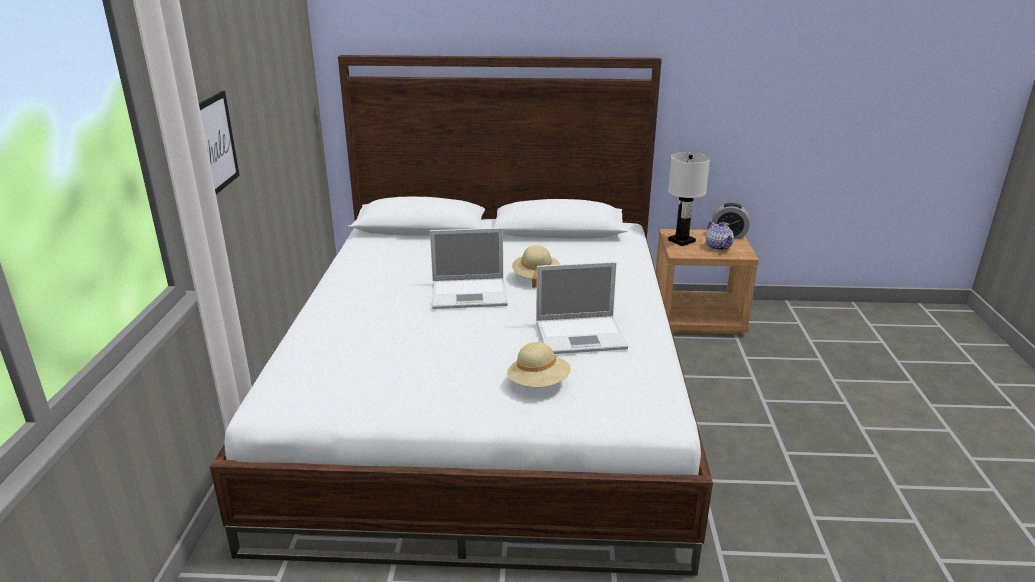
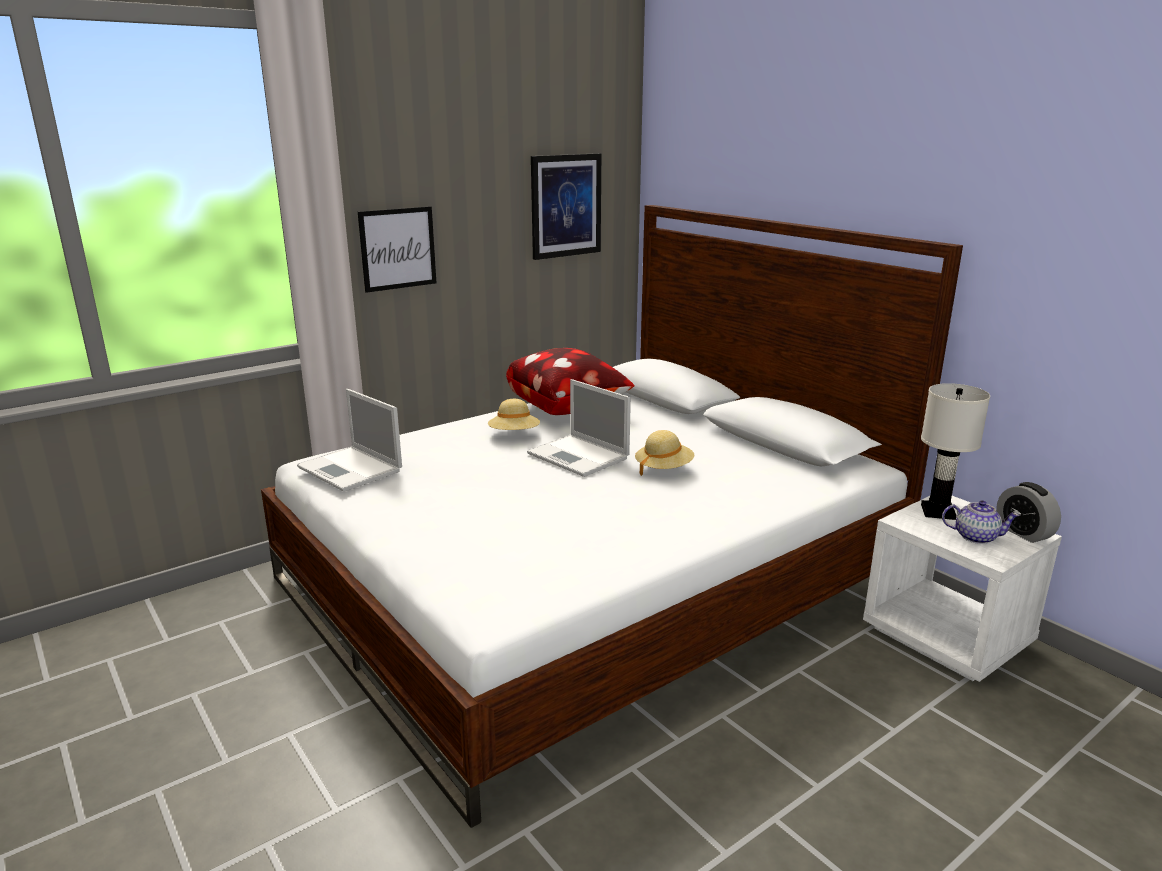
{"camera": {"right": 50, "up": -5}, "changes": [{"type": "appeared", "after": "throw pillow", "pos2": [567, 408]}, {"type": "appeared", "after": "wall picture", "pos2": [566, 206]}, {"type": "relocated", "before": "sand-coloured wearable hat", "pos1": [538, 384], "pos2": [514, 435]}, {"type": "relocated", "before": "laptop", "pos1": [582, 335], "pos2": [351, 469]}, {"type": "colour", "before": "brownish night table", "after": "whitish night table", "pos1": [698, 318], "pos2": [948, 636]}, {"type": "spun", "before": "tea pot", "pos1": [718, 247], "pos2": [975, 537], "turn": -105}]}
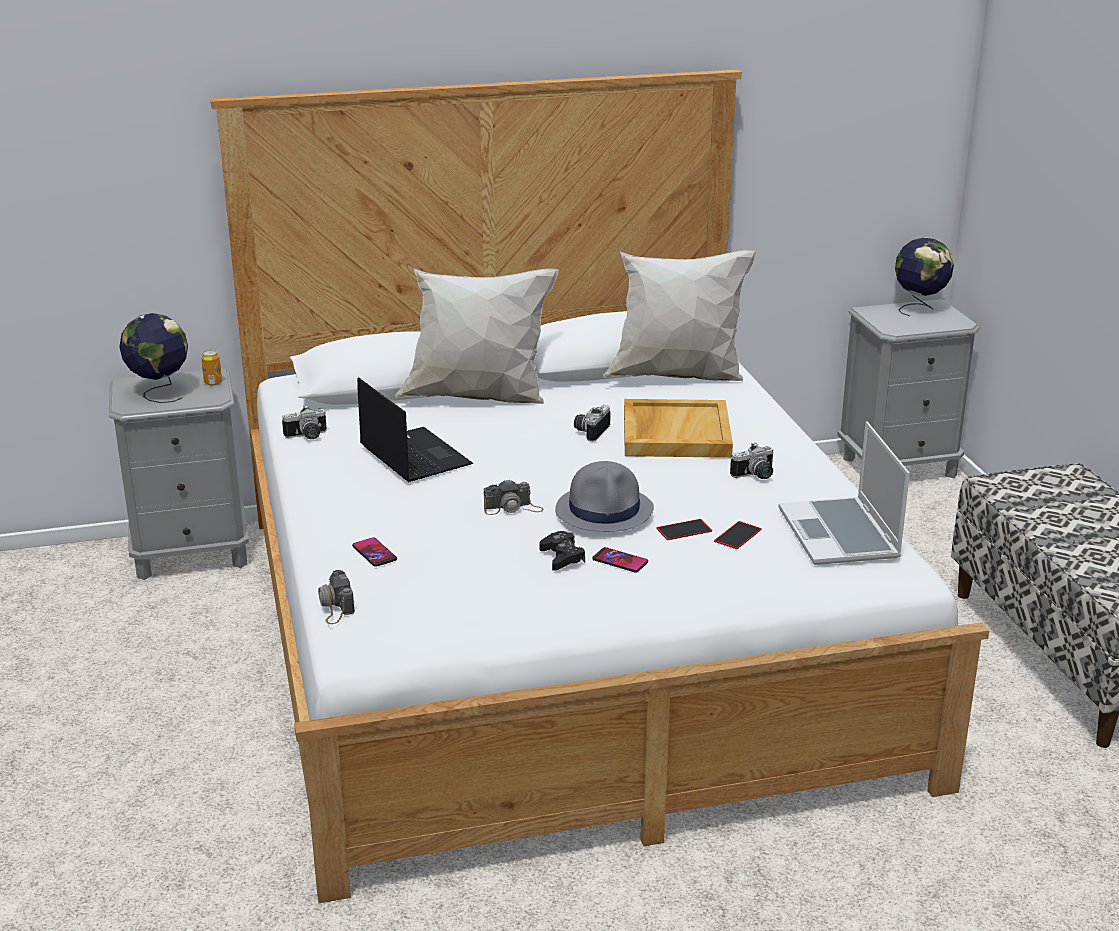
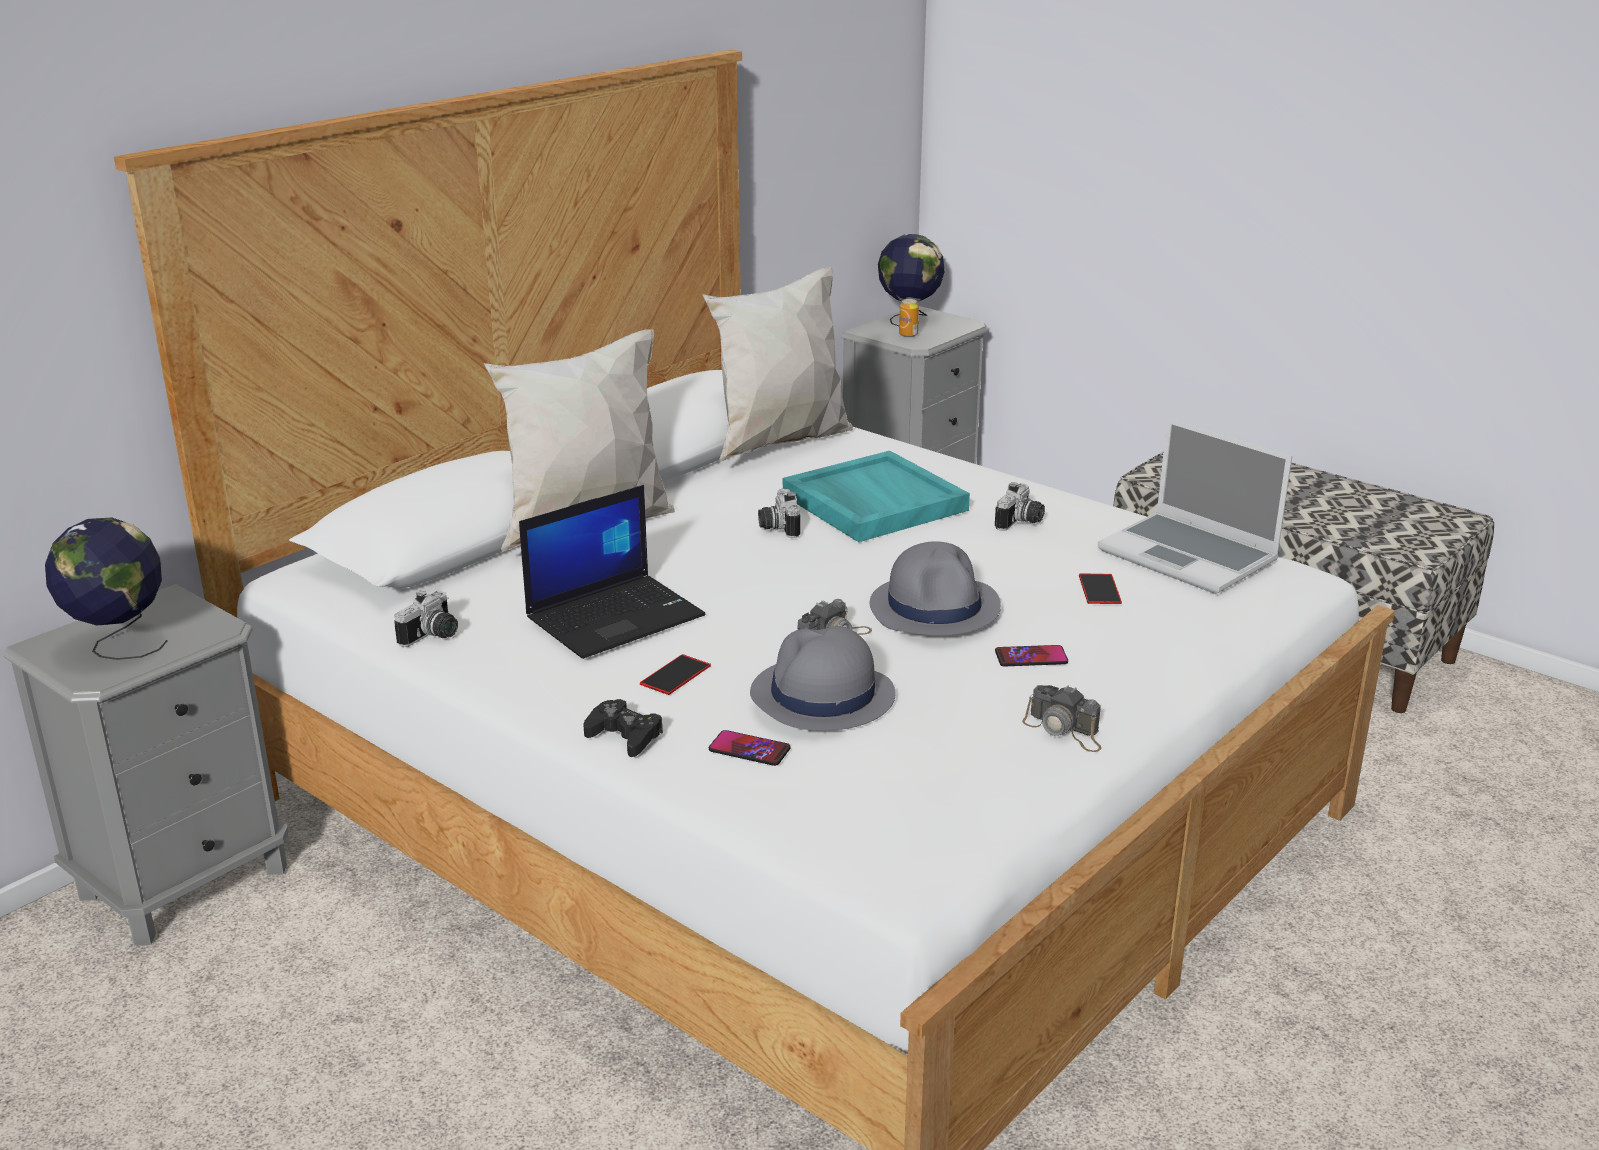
{"camera": {"right": -35, "up": 0}, "changes": [{"type": "appeared", "after": "greyish wearable hat", "pos2": [821, 696]}, {"type": "relocated", "before": "metal can", "pos1": [213, 382], "pos2": [908, 335]}, {"type": "relocated", "before": "still camera", "pos1": [335, 605], "pos2": [1065, 730]}, {"type": "relocated", "before": "black game controller", "pos1": [562, 557], "pos2": [624, 736]}, {"type": "relocated", "before": "handset", "pos1": [684, 530], "pos2": [675, 675]}, {"type": "colour", "before": "sand-coloured carrying tray", "after": "blue-green carrying tray", "pos1": [675, 433], "pos2": [872, 502]}, {"type": "spun", "before": "laptop", "pos1": [413, 455], "pos2": [616, 616], "turn": 120}]}
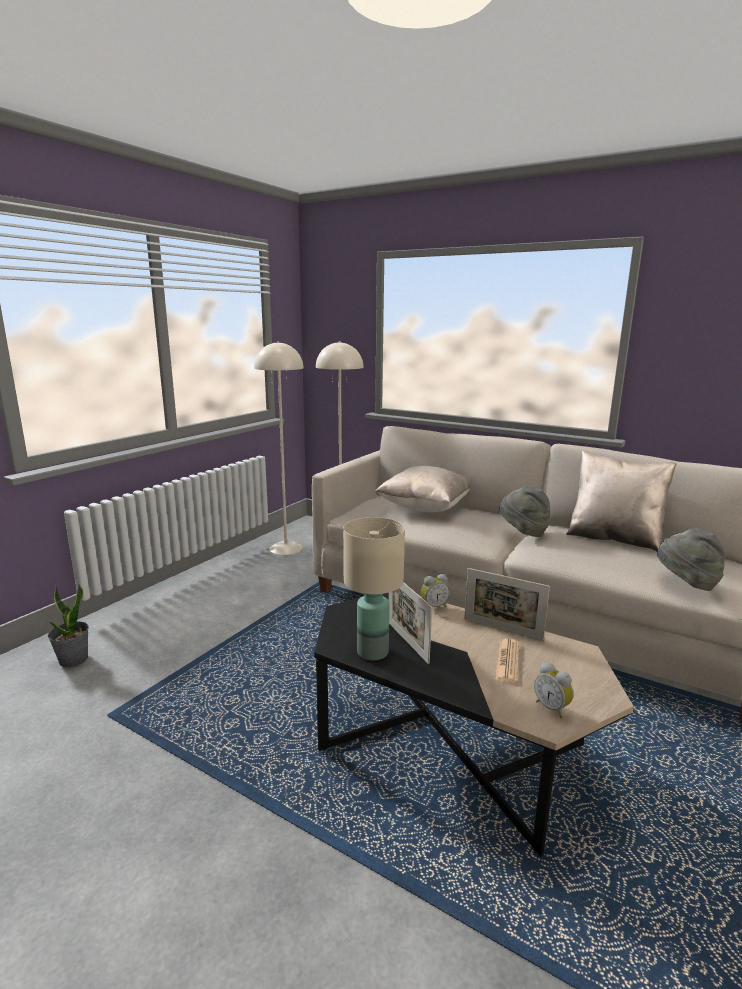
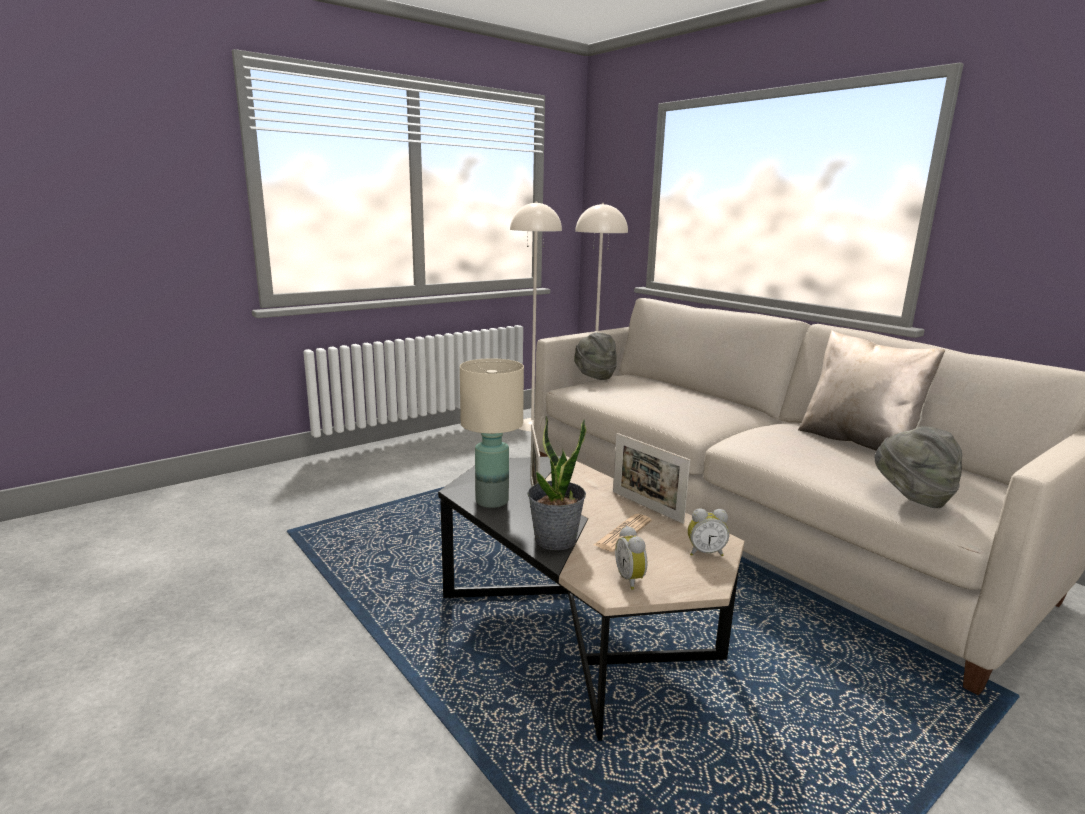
{"camera": {"right": 20, "up": 0}, "changes": [{"type": "missing", "before": "sand-coloured throw pillow", "pos1": [425, 508]}, {"type": "relocated", "before": "plant in a pot", "pos1": [73, 659], "pos2": [555, 540]}, {"type": "relocated", "before": "table clock", "pos1": [433, 606], "pos2": [705, 552]}, {"type": "relocated", "before": "greyish wearable hat", "pos1": [523, 532], "pos2": [594, 376]}]}
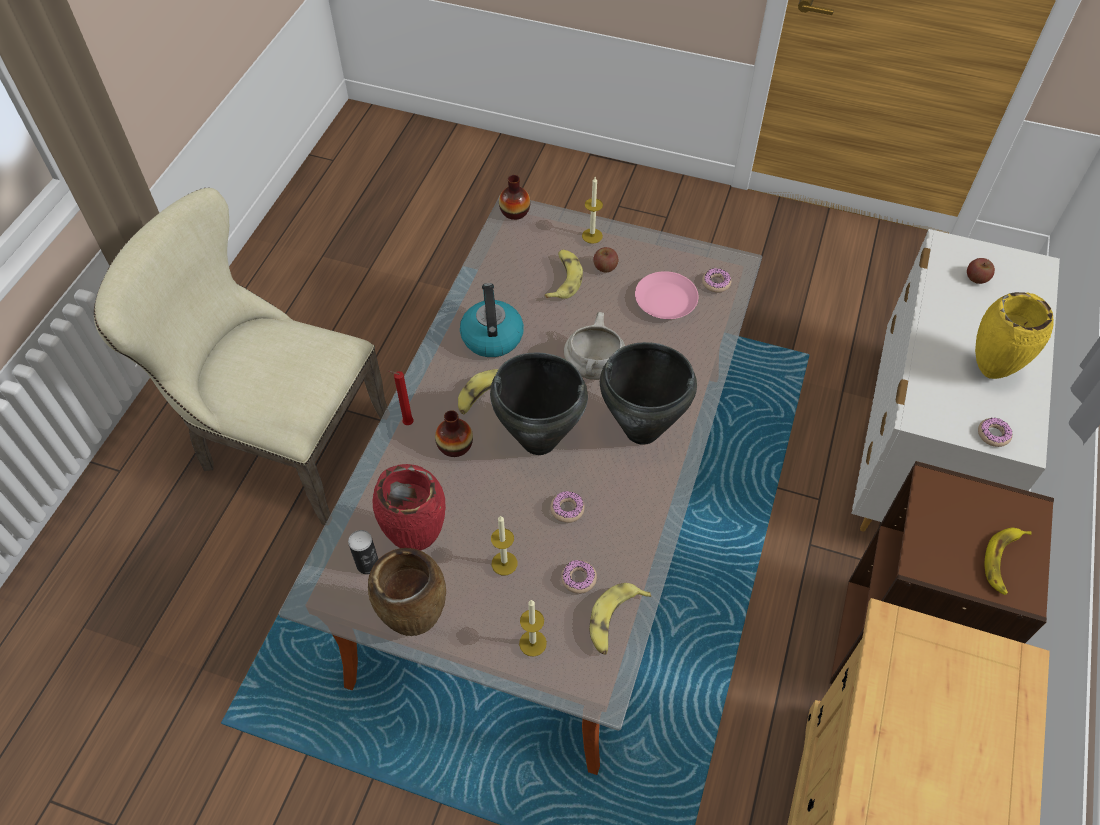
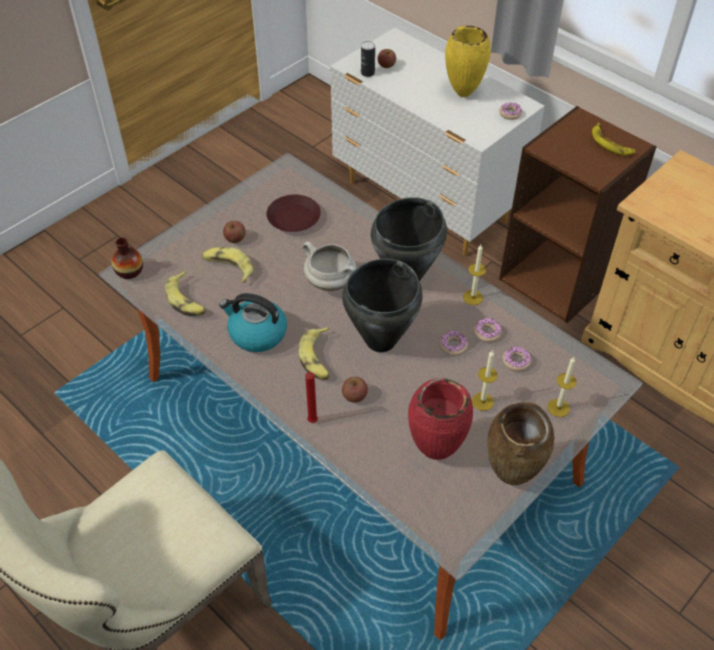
{"camera": {"right": -65, "up": -5}, "changes": [{"type": "relocated", "before": "metal can", "pos1": [367, 564], "pos2": [367, 73]}, {"type": "relocated", "before": "wax candle", "pos1": [592, 236], "pos2": [473, 297]}, {"type": "relocated", "before": "banana fruit", "pos1": [614, 621], "pos2": [187, 300]}, {"type": "relocated", "before": "ring doughnut", "pos1": [716, 283], "pos2": [487, 333]}, {"type": "exchanged", "before": "vase", "after": "apple fruit", "pos1": [455, 445], "pos2": [354, 396]}, {"type": "colour", "before": "pink-coloured plate", "after": "brownish plate", "pos1": [666, 300], "pos2": [293, 217]}]}
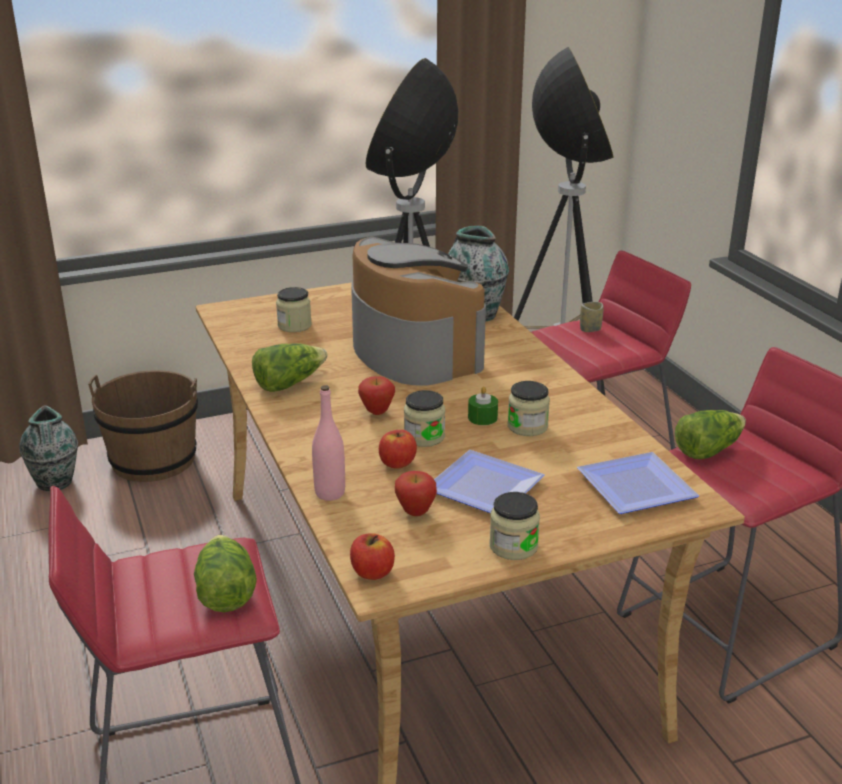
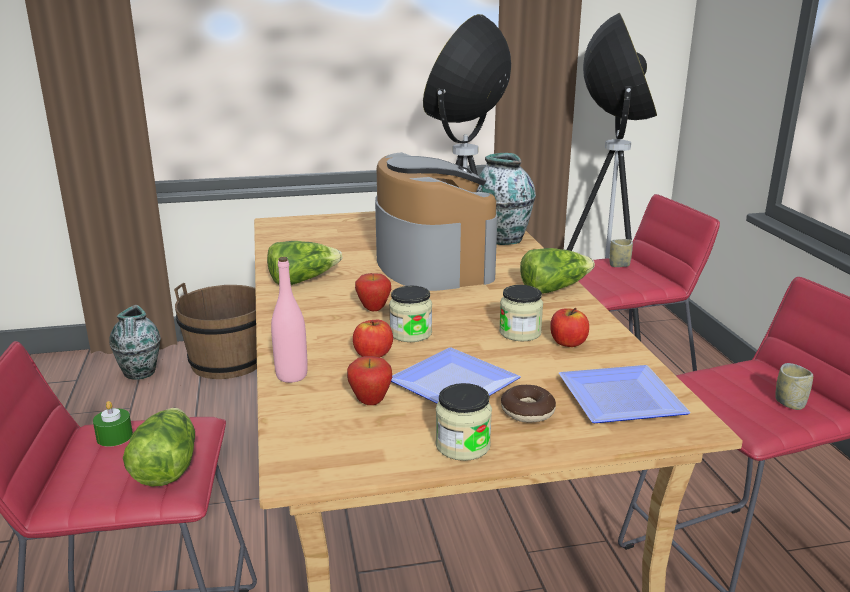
{"camera": {"right": 10, "up": -5}, "changes": [{"type": "missing", "before": "preserve jar", "pos1": [294, 325]}, {"type": "appeared", "after": "ring doughnut", "pos2": [527, 411]}, {"type": "appeared", "after": "small cup", "pos2": [790, 403]}, {"type": "relocated", "before": "apple fruit", "pos1": [372, 572], "pos2": [568, 343]}, {"type": "relocated", "before": "greenish wax candle", "pos1": [482, 418], "pos2": [114, 436]}, {"type": "relocated", "before": "head of lettuce", "pos1": [707, 450], "pos2": [554, 288]}]}
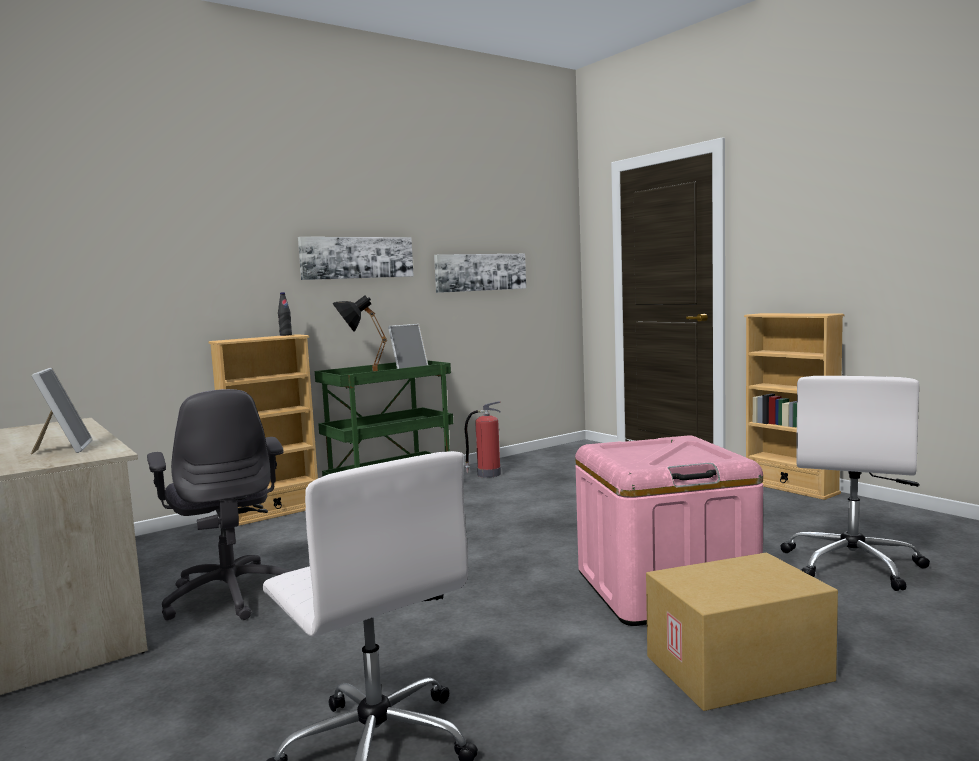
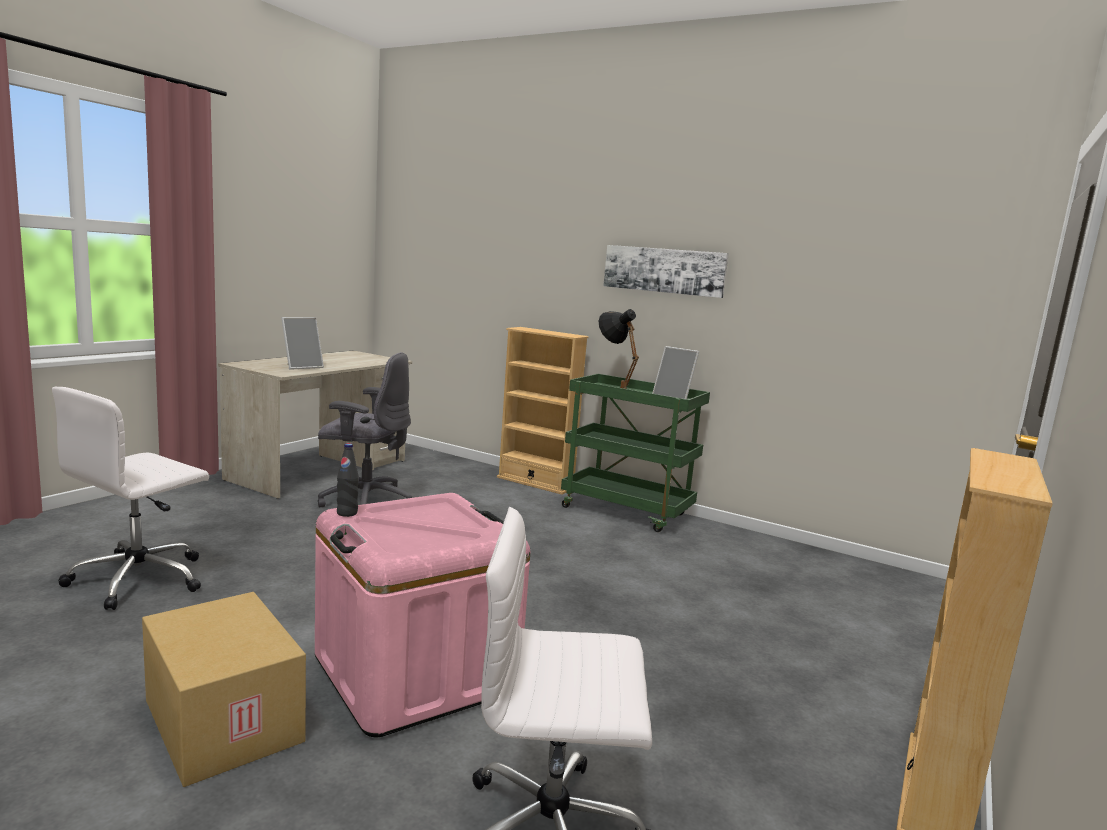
{"camera": {"right": 65, "up": 5}, "changes": [{"type": "missing", "before": "wall picture", "pos1": [480, 272]}, {"type": "missing", "before": "extinguisher", "pos1": [487, 474]}, {"type": "relocated", "before": "black drink bottle", "pos1": [285, 335], "pos2": [347, 513]}, {"type": "spun", "before": "greyish computer chair", "pos1": [230, 595], "pos2": [365, 501], "turn": -120}]}
